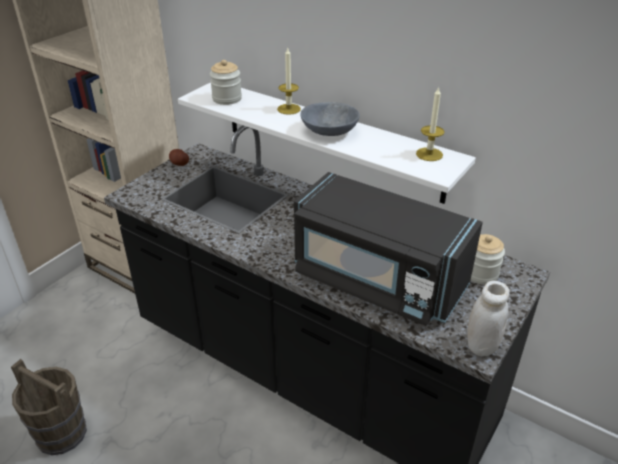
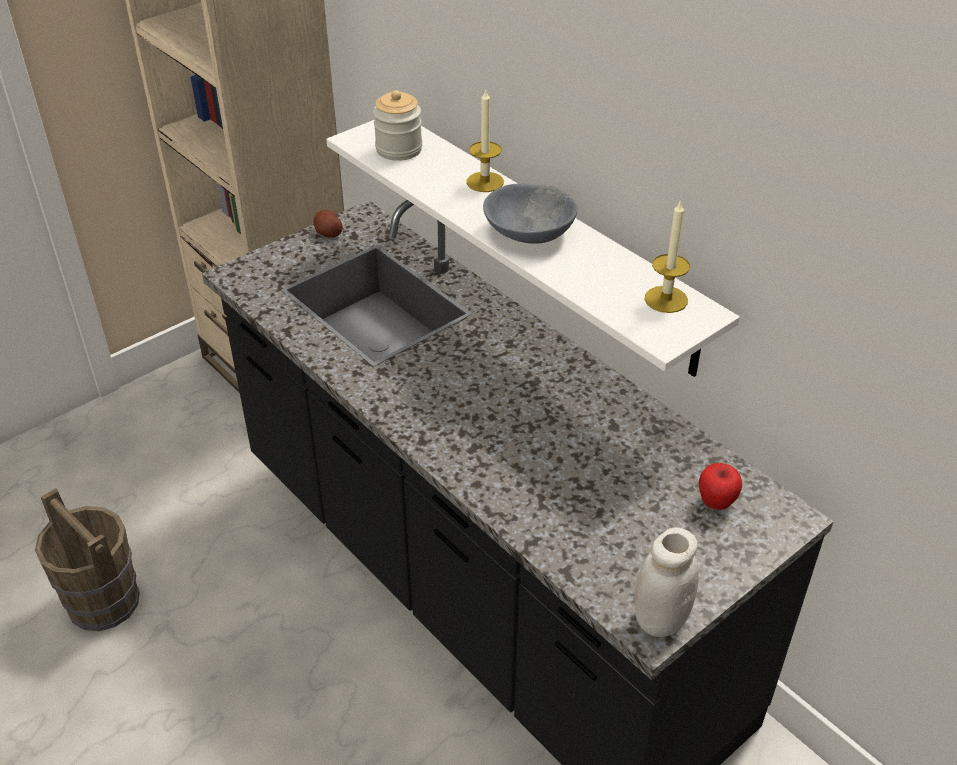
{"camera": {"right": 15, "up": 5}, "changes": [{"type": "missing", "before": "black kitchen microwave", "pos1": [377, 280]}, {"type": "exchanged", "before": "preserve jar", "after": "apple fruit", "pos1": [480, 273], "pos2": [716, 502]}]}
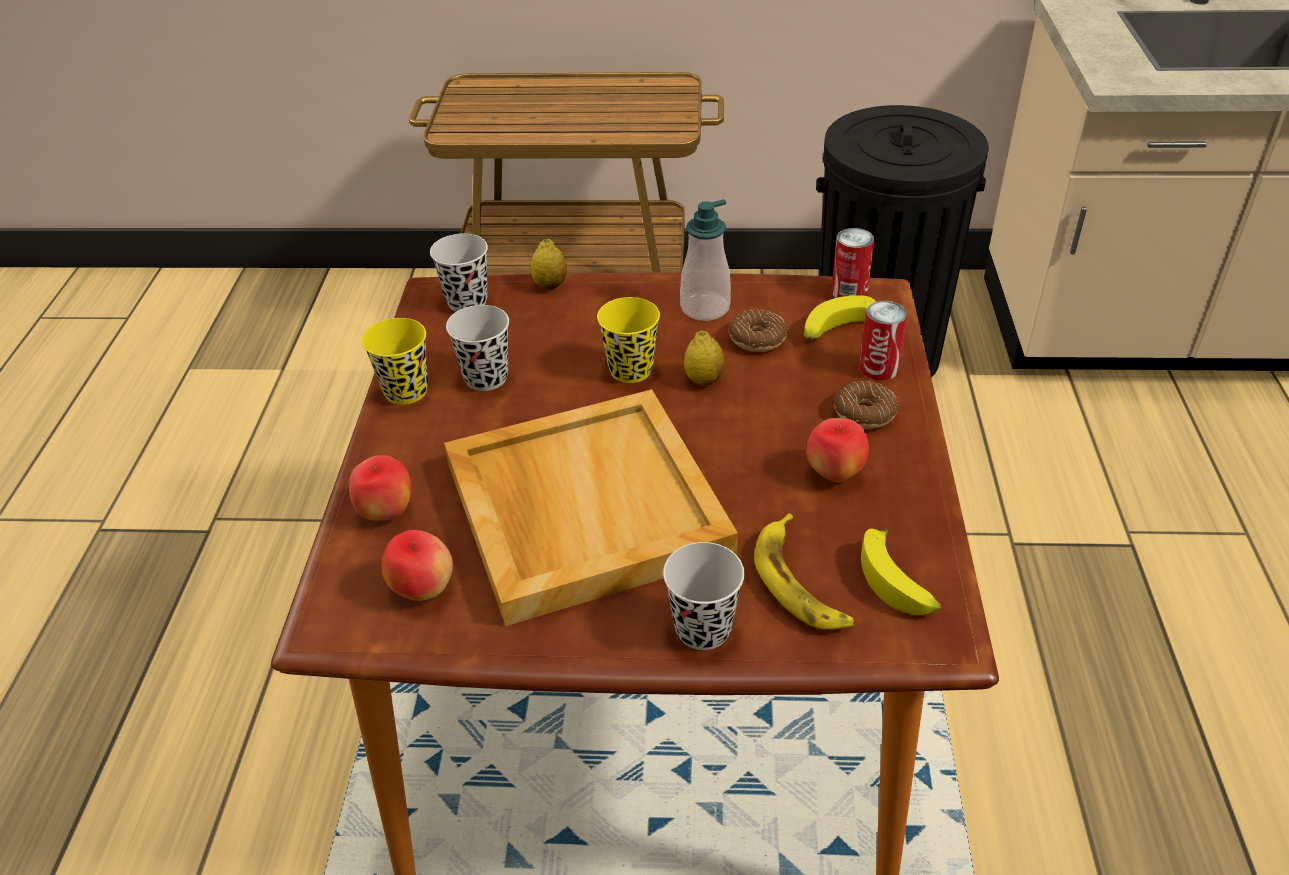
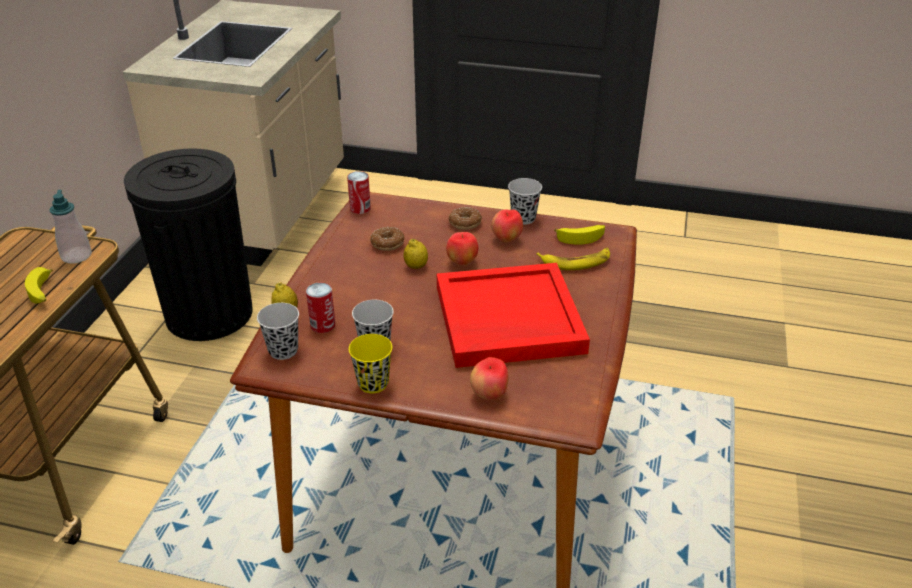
{"camera": {"right": -80, "up": -5}, "changes": [{"type": "missing", "before": "yellowish small cup", "pos1": [630, 370]}, {"type": "relocated", "before": "apple fruit", "pos1": [423, 590], "pos2": [462, 262]}, {"type": "relocated", "before": "black small cup", "pos1": [703, 629], "pos2": [523, 218]}, {"type": "relocated", "before": "soap dispenser", "pos1": [705, 308], "pos2": [76, 256]}, {"type": "relocated", "before": "banana fruit", "pos1": [838, 330], "pos2": [43, 292]}, {"type": "relocated", "before": "metal can", "pos1": [878, 368], "pos2": [322, 325]}, {"type": "colour", "before": "sand-coloured carrying tray", "after": "reddish carrying tray", "pos1": [583, 508], "pos2": [507, 320]}]}
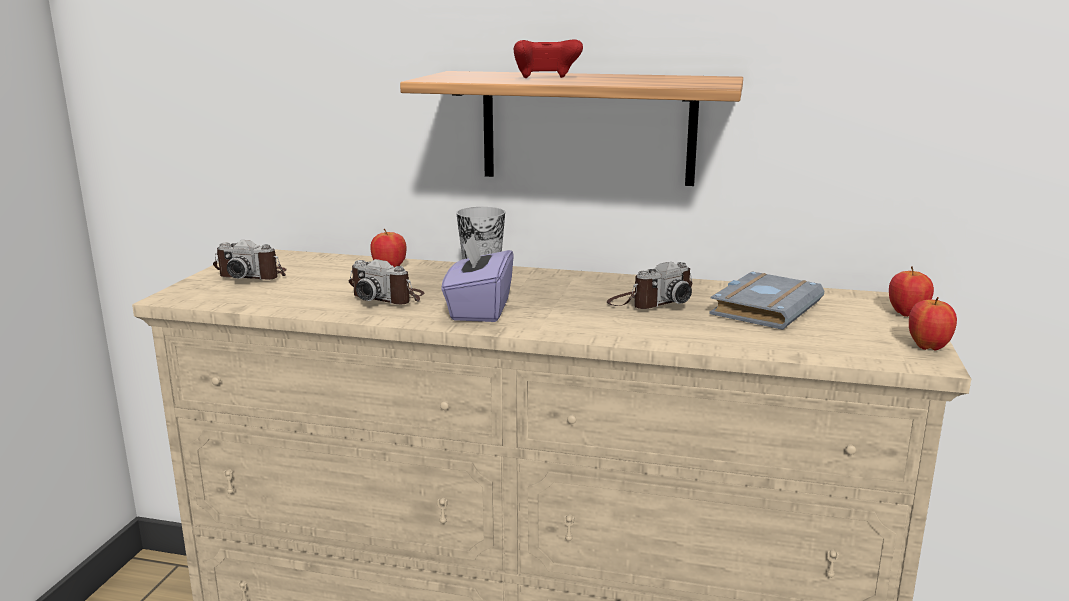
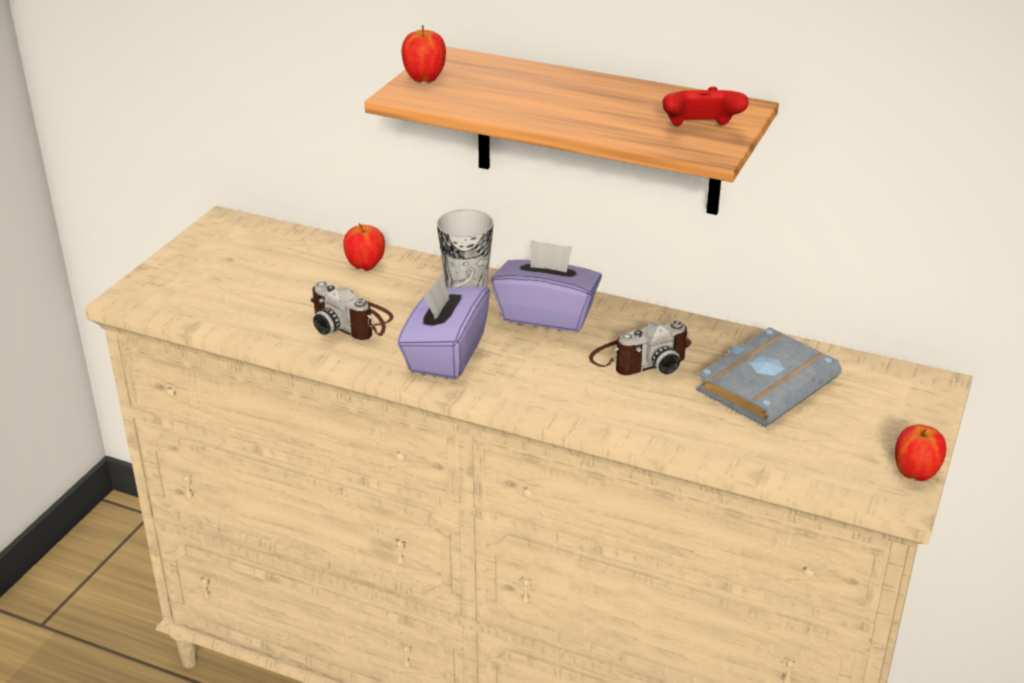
{"camera": {"right": 10, "up": 15}, "changes": [{"type": "missing", "before": "still camera", "pos1": [253, 275]}, {"type": "appeared", "after": "purple tissue holder", "pos2": [547, 314]}, {"type": "relocated", "before": "reddish game controller", "pos1": [546, 78], "pos2": [700, 130]}, {"type": "relocated", "before": "apple fruit", "pos1": [907, 314], "pos2": [424, 79]}]}
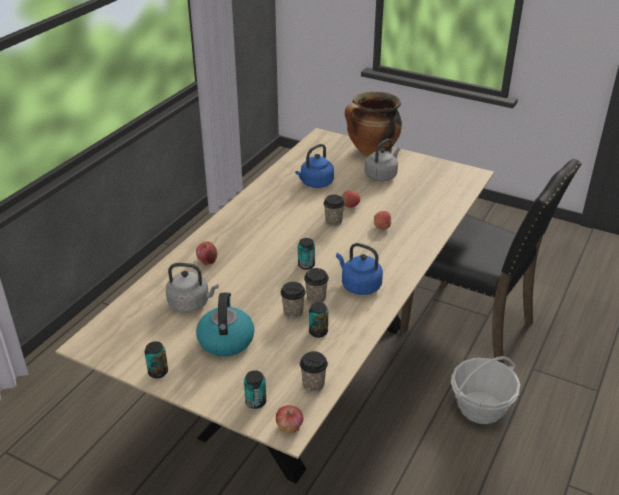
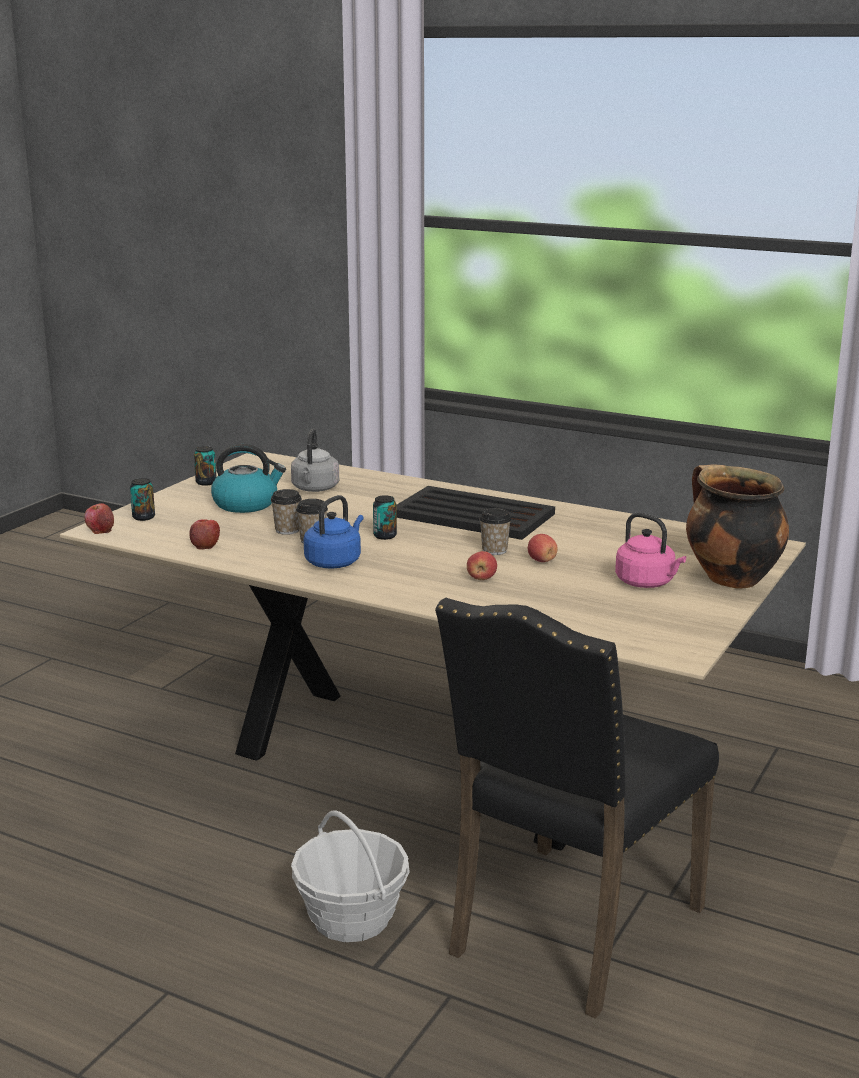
{"camera": {"right": 90, "up": -15}, "changes": [{"type": "missing", "before": "bluish tea kettle", "pos1": [315, 183]}, {"type": "missing", "before": "small cup", "pos1": [313, 384]}, {"type": "missing", "before": "metal can", "pos1": [318, 332]}, {"type": "appeared", "after": "black carrying tray", "pos2": [471, 514]}, {"type": "relocated", "before": "apple fruit", "pos1": [207, 260], "pos2": [205, 545]}, {"type": "colour", "before": "greyish tea kettle", "after": "pink-coloured tea kettle", "pos1": [382, 175], "pos2": [647, 583]}]}
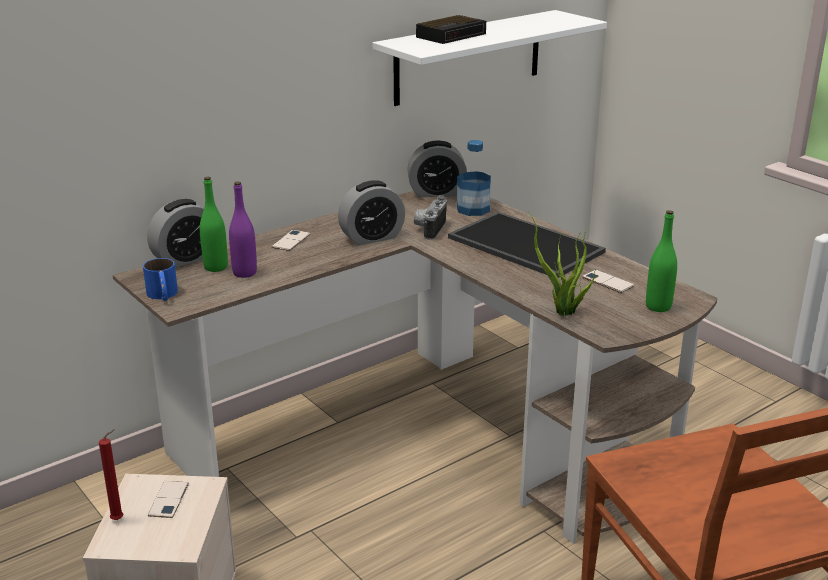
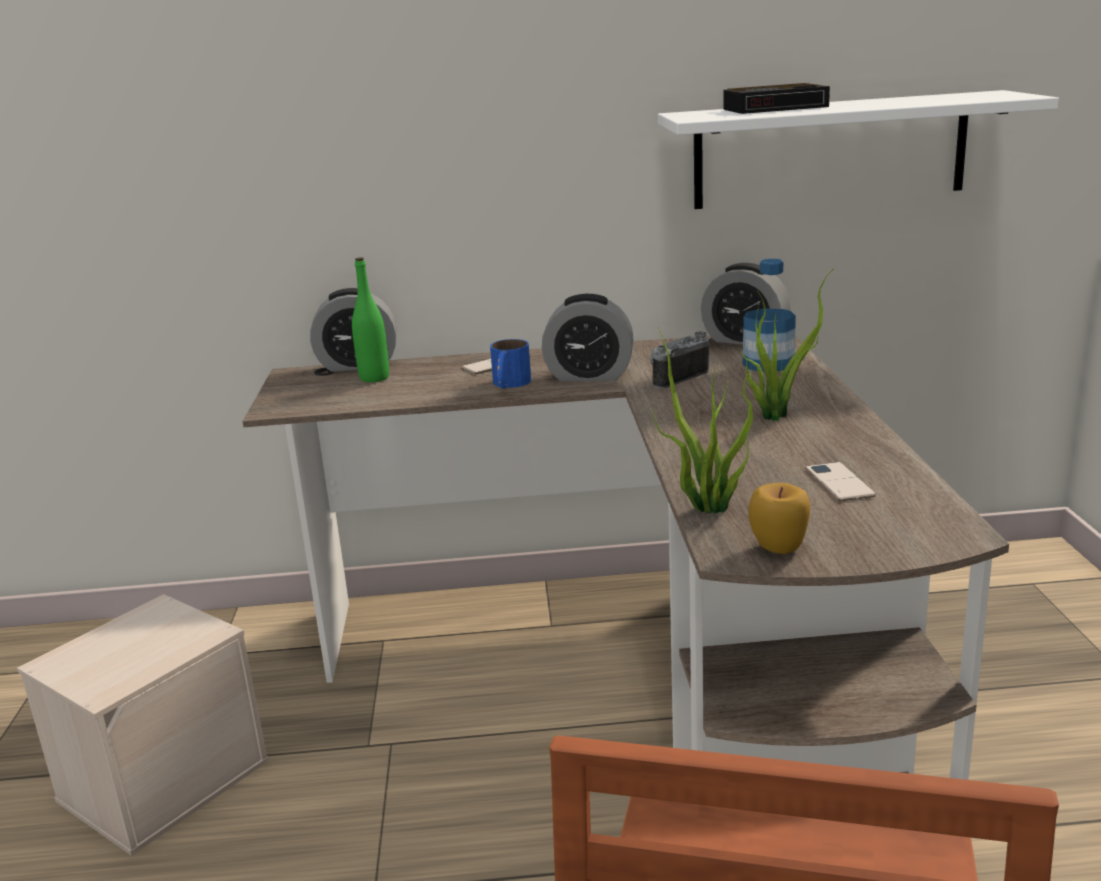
{"camera": {"right": 35, "up": -5}, "changes": [{"type": "missing", "before": "reddish wax candle", "pos1": [119, 519]}, {"type": "missing", "before": "handset", "pos1": [168, 500]}, {"type": "missing", "before": "purple drink bottle", "pos1": [244, 273]}, {"type": "missing", "before": "greenish drink bottle", "pos1": [658, 307]}, {"type": "appeared", "after": "apple fruit", "pos2": [778, 549]}, {"type": "relocated", "before": "bluish mug", "pos1": [163, 295], "pos2": [509, 384]}, {"type": "exchanged", "before": "carrying tray", "after": "plant in a pot", "pos1": [522, 245], "pos2": [775, 414]}]}
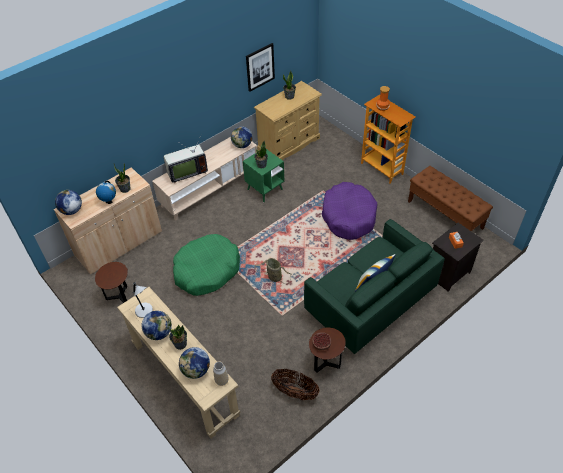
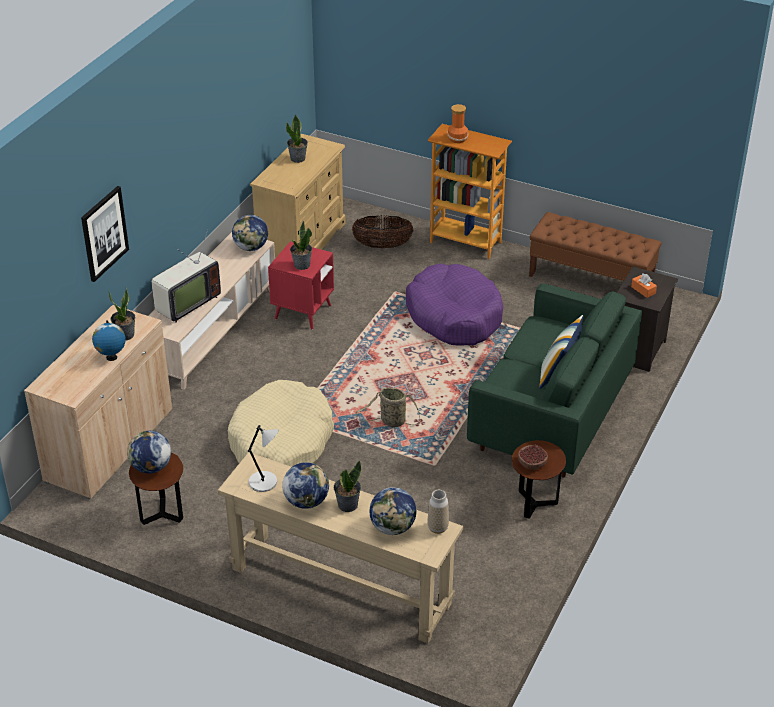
{"camera": {"right": -25, "up": -10}, "changes": [{"type": "relocated", "before": "globe", "pos1": [71, 211], "pos2": [151, 467]}, {"type": "relocated", "before": "wall picture", "pos1": [260, 67], "pos2": [104, 233]}, {"type": "relocated", "before": "household basket", "pos1": [295, 391], "pos2": [382, 246]}, {"type": "colour", "before": "greenish dog cushion", "after": "sand-coloured dog cushion", "pos1": [206, 270], "pos2": [281, 441]}, {"type": "colour", "before": "greenish end table", "after": "reddish end table", "pos1": [265, 189], "pos2": [303, 312]}]}
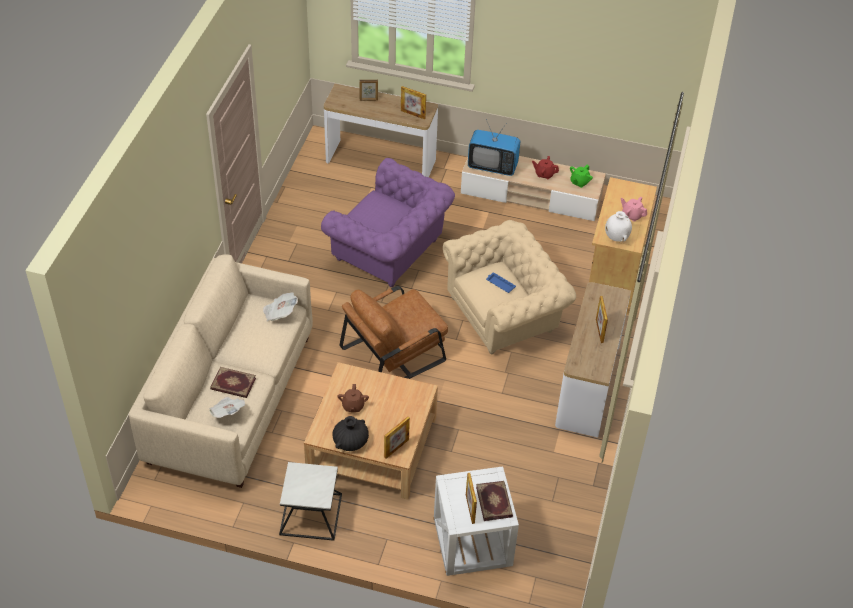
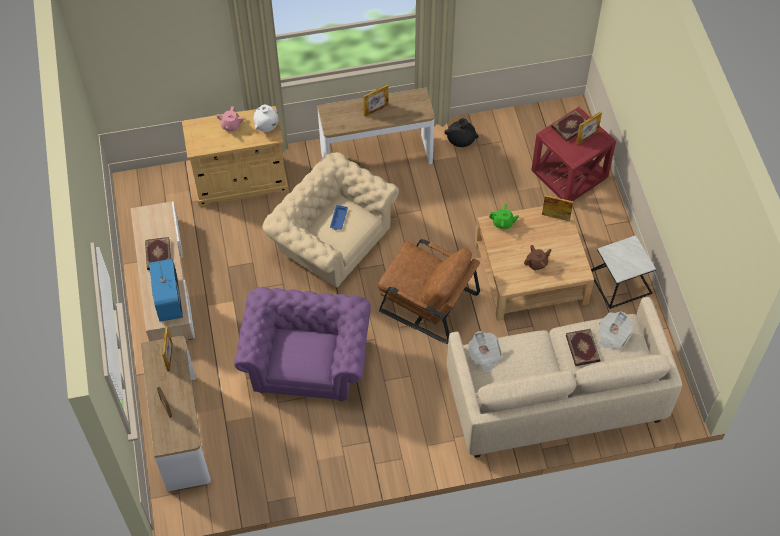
{"camera": {"right": -115, "up": 10}, "changes": [{"type": "relocated", "before": "black vase", "pos1": [351, 442], "pos2": [461, 140]}, {"type": "relocated", "before": "greenish tea pot", "pos1": [579, 182], "pos2": [503, 223]}, {"type": "exchanged", "before": "reddish tea pot", "after": "bound book", "pos1": [544, 174], "pos2": [157, 254]}, {"type": "colour", "before": "whitish end table", "after": "reddish end table", "pos1": [472, 541], "pos2": [569, 174]}]}
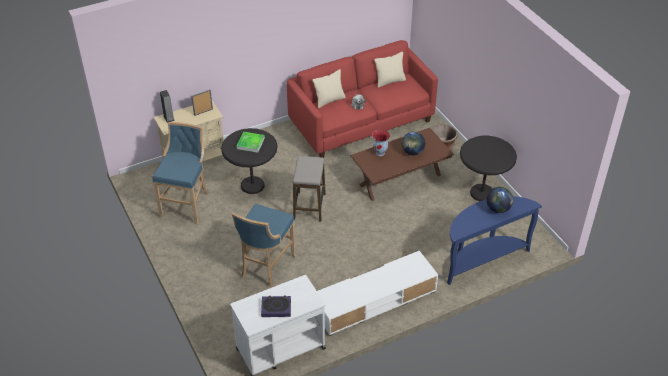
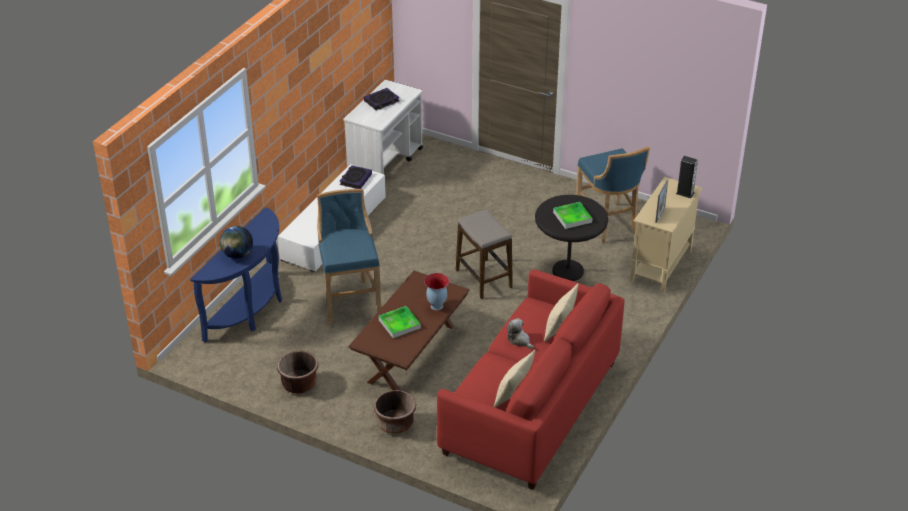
{"camera": {"right": 145, "up": -5}, "changes": [{"type": "appeared", "after": "bound book", "pos2": [355, 179]}, {"type": "relocated", "before": "bluish sitting stool", "pos1": [266, 267], "pos2": [350, 300]}, {"type": "exchanged", "before": "globe", "after": "carrying tray", "pos1": [412, 152], "pos2": [399, 324]}, {"type": "exchanged", "before": "black end table", "after": "brownish flower pot", "pos1": [482, 193], "pos2": [299, 384]}]}
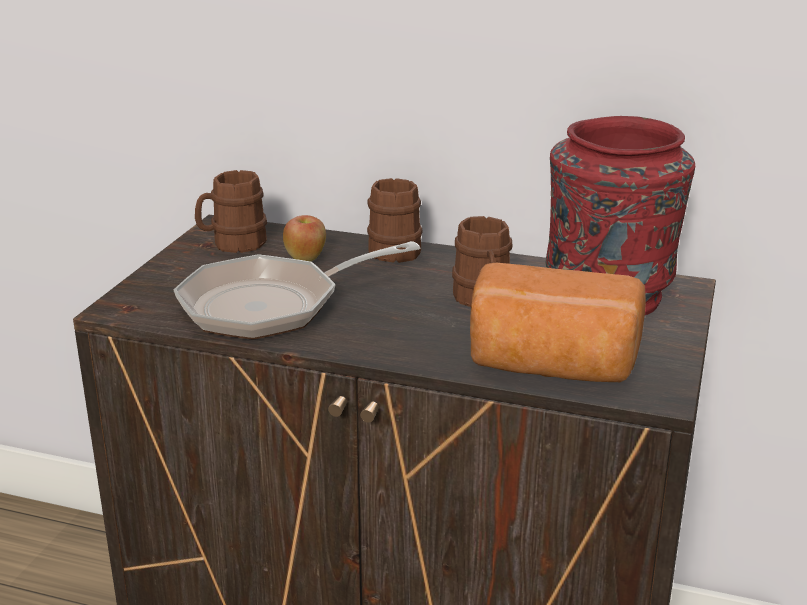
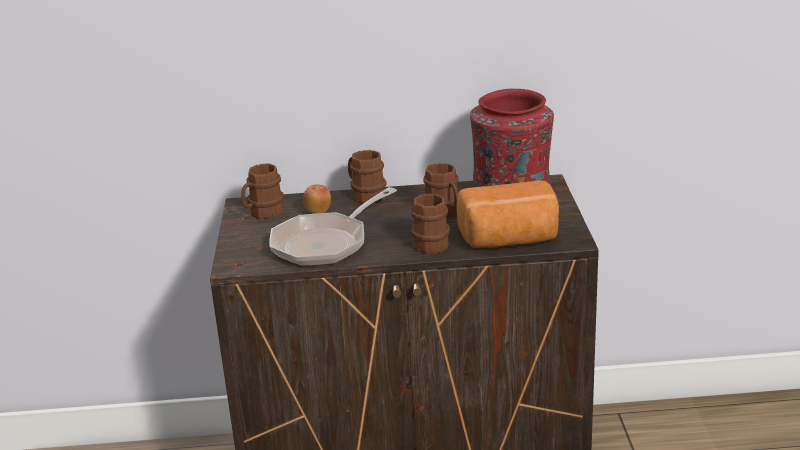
{"camera": {"right": -20, "up": 0}, "changes": [{"type": "appeared", "after": "brownish mug", "pos2": [431, 242]}]}
